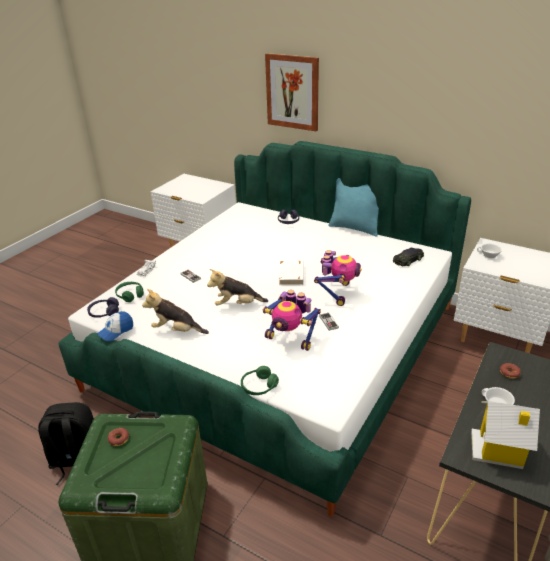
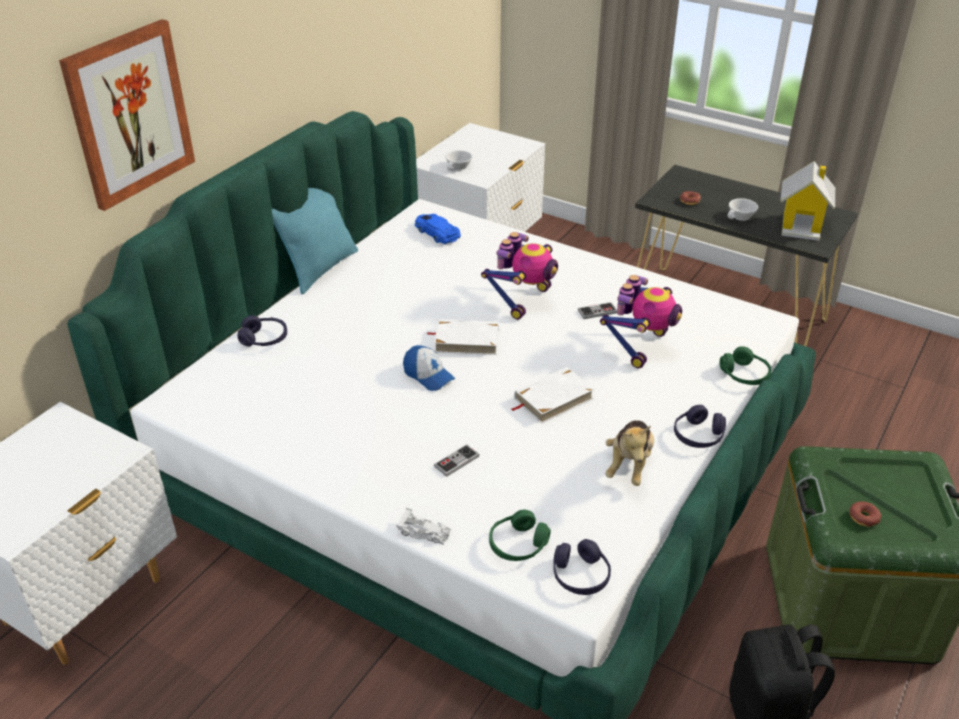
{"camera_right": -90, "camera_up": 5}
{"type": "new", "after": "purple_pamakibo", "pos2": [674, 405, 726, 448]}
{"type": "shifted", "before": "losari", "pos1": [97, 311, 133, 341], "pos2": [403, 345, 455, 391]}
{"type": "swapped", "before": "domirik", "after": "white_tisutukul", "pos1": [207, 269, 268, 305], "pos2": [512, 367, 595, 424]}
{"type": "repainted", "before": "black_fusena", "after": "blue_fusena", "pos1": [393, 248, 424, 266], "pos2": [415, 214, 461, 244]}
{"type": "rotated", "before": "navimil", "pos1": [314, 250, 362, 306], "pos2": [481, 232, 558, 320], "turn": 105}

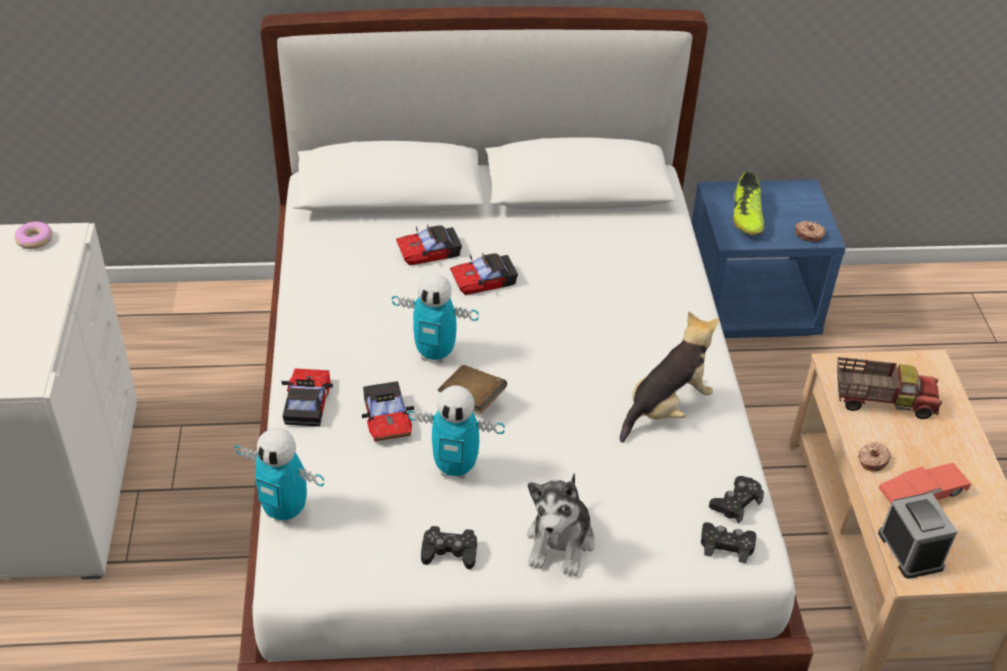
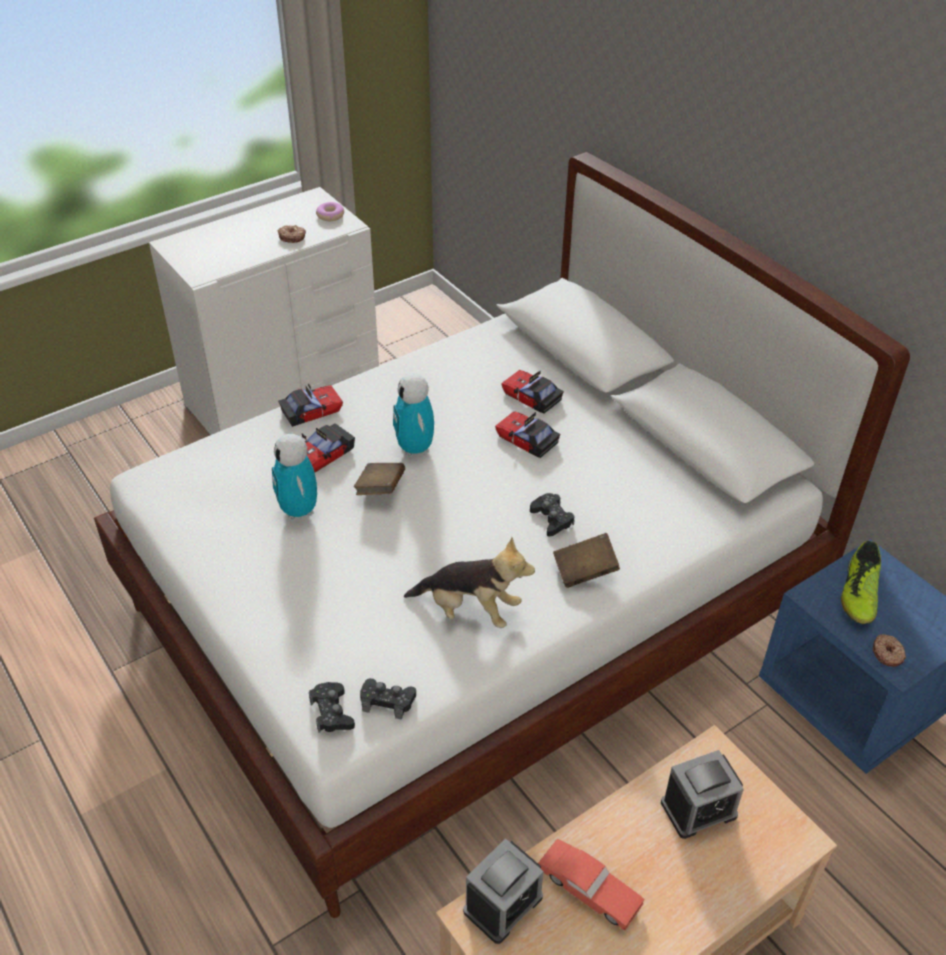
{"camera_right": 60, "camera_up": 0}
{"type": "gone", "before": "navimil", "pos1": [234, 428, 324, 524]}
{"type": "gone", "before": "domirik", "pos1": [527, 473, 595, 576]}
{"type": "new", "after": "brown_tisutukul", "pos2": [553, 533, 620, 588]}
{"type": "shifted", "before": "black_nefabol", "pos1": [421, 526, 477, 569], "pos2": [530, 493, 574, 537]}
{"type": "shifted", "before": "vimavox", "pos1": [858, 442, 891, 472], "pos2": [277, 225, 306, 243]}
{"type": "swapped", "before": "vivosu", "after": "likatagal", "pos1": [837, 357, 942, 419], "pos2": [661, 750, 744, 839]}
{"type": "rotated", "before": "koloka", "pos1": [733, 171, 764, 235], "pos2": [841, 541, 881, 624], "turn": -45}

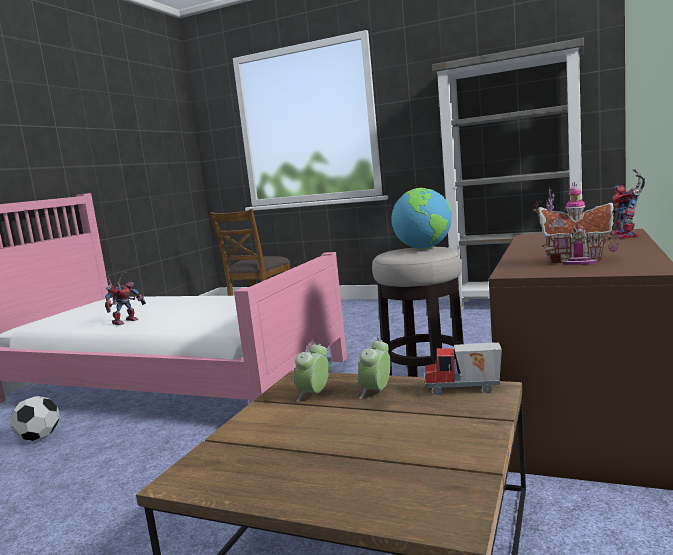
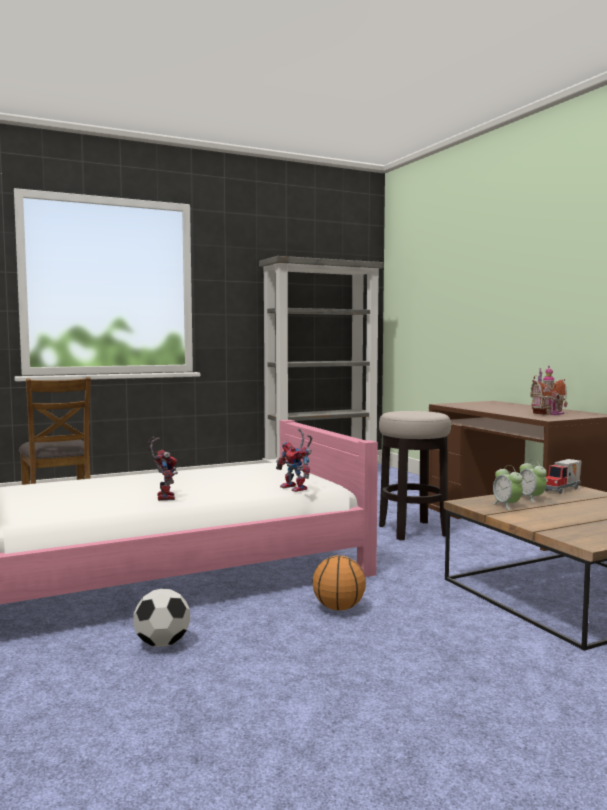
{"camera_right": -50, "camera_up": -5}
{"type": "gone", "before": "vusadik", "pos1": [391, 188, 452, 249]}
{"type": "new", "after": "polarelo", "pos2": [313, 555, 366, 611]}
{"type": "shifted", "before": "navimil", "pos1": [611, 169, 645, 239], "pos2": [276, 428, 312, 492]}

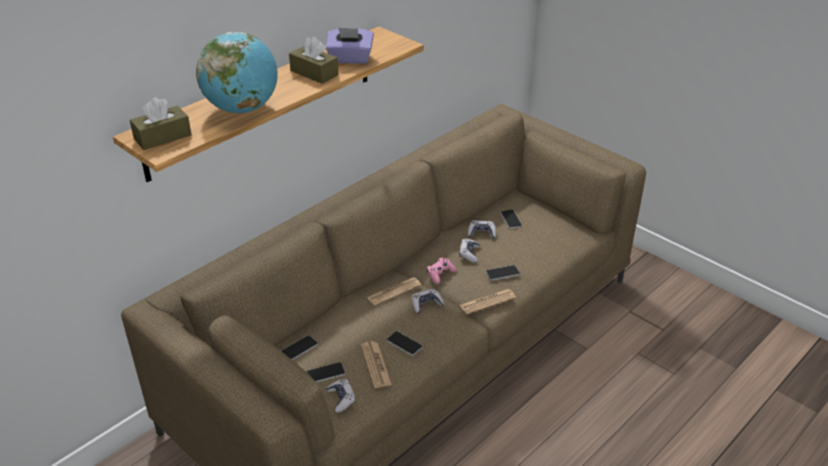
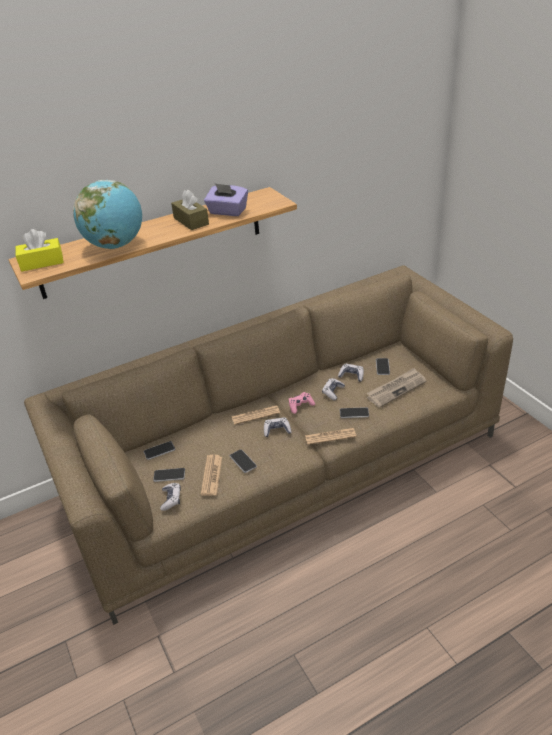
{"camera_right": 20, "camera_up": 0}
{"type": "new", "after": "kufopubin", "pos2": [367, 368, 426, 408]}
{"type": "repainted", "before": "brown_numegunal", "after": "yellow_numegunal", "pos1": [130, 97, 192, 150], "pos2": [16, 229, 64, 272]}

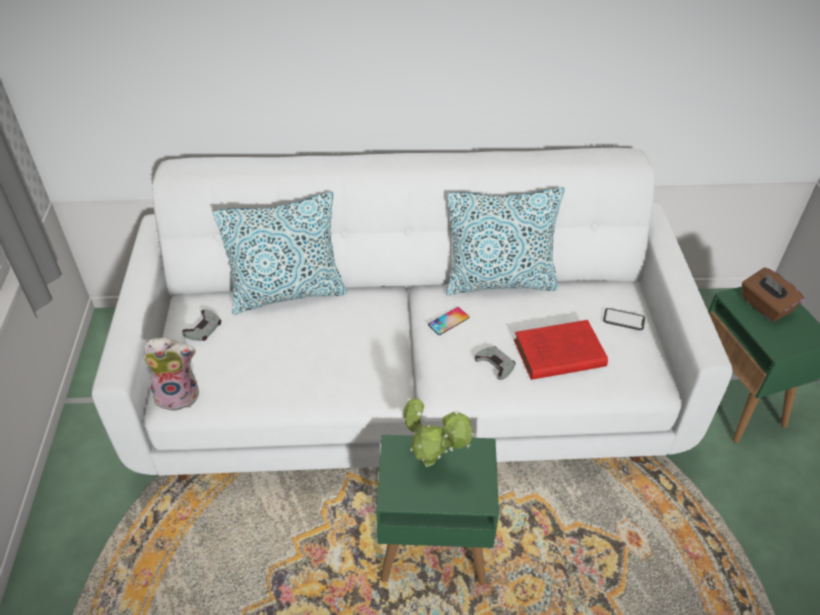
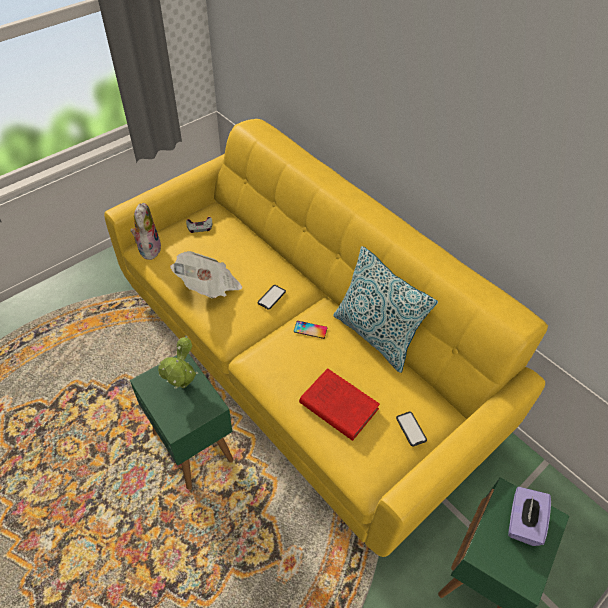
{"camera_right": 50, "camera_up": 5}
{"type": "gone", "before": "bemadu", "pos1": [213, 191, 347, 315]}
{"type": "gone", "before": "grey_nefabol", "pos1": [475, 346, 516, 380]}
{"type": "new", "after": "kufopubin", "pos2": [170, 251, 242, 298]}
{"type": "new", "after": "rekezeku", "pos2": [258, 285, 286, 310]}
{"type": "repainted", "before": "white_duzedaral", "after": "yellow_duzedaral", "pos1": [92, 148, 733, 480], "pos2": [104, 119, 548, 557]}
{"type": "repainted", "before": "brown_numegunal", "after": "purple_numegunal", "pos1": [742, 267, 804, 322], "pos2": [508, 487, 551, 546]}
{"type": "rotated", "before": "domirik", "pos1": [142, 337, 199, 411], "pos2": [130, 203, 161, 260], "turn": -135}

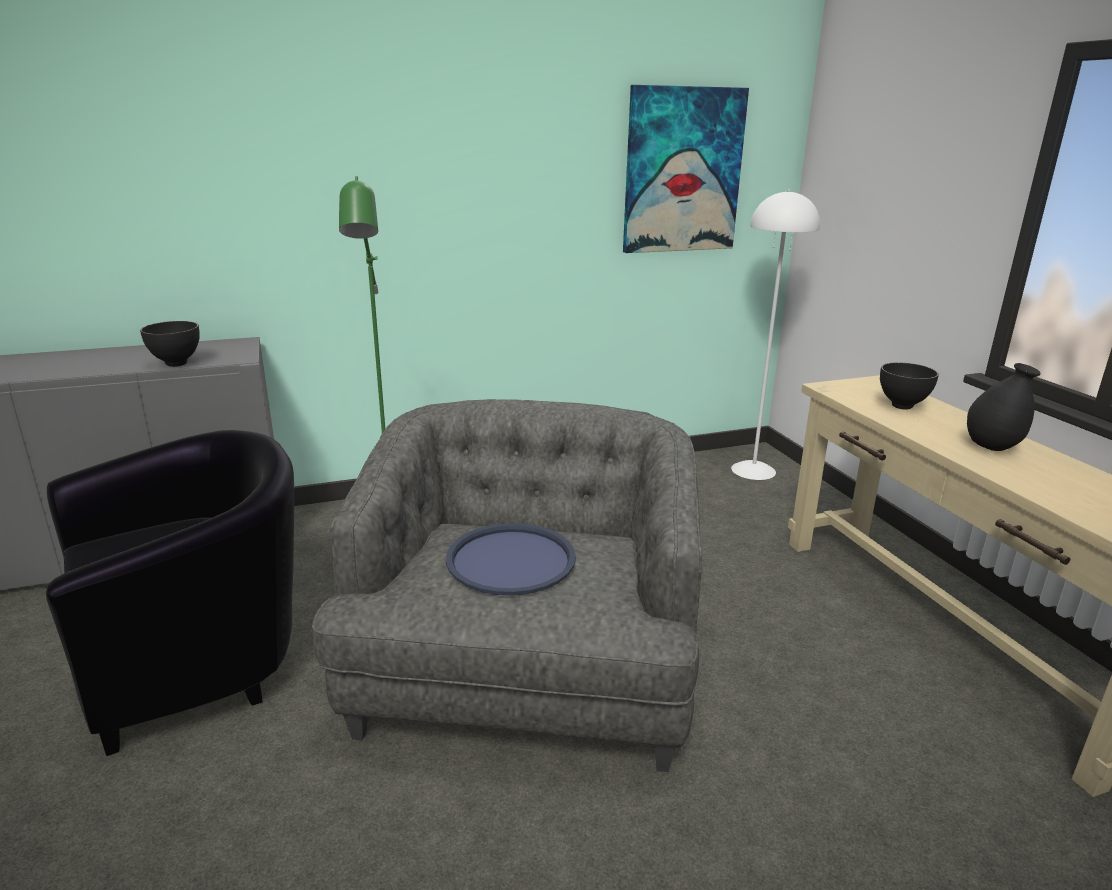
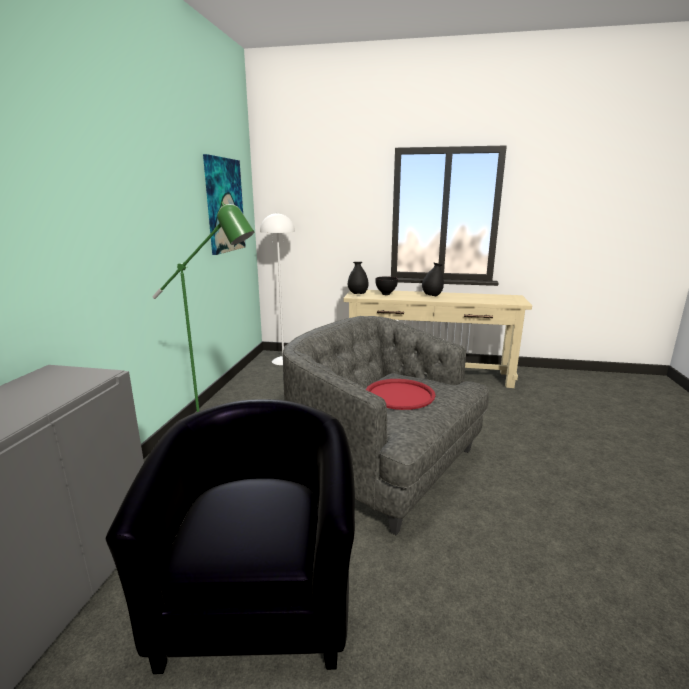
{"camera_right": -60, "camera_up": -5}
{"type": "gone", "before": "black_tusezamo", "pos1": [140, 321, 200, 367]}
{"type": "new", "after": "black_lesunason", "pos2": [348, 262, 368, 294]}
{"type": "repainted", "before": "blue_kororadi", "after": "red_kororadi", "pos1": [446, 523, 576, 595], "pos2": [366, 379, 436, 410]}

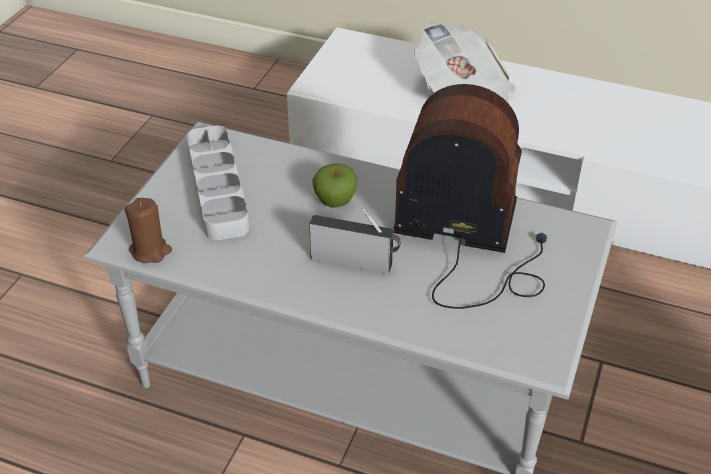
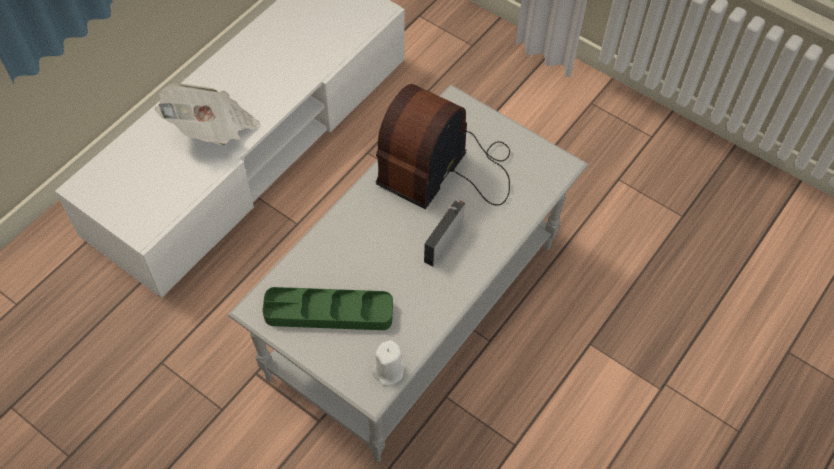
{"camera_right": -75, "camera_up": 15}
{"type": "gone", "before": "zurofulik", "pos1": [313, 163, 357, 207]}
{"type": "repainted", "before": "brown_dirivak", "after": "white_dirivak", "pos1": [124, 198, 172, 263], "pos2": [372, 340, 405, 386]}
{"type": "repainted", "before": "grey_kororadi", "after": "green_kororadi", "pos1": [187, 126, 249, 240], "pos2": [262, 287, 393, 330]}

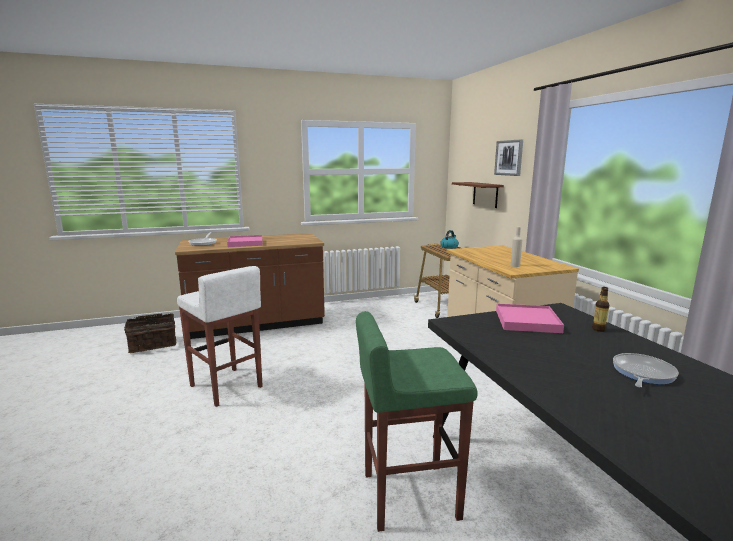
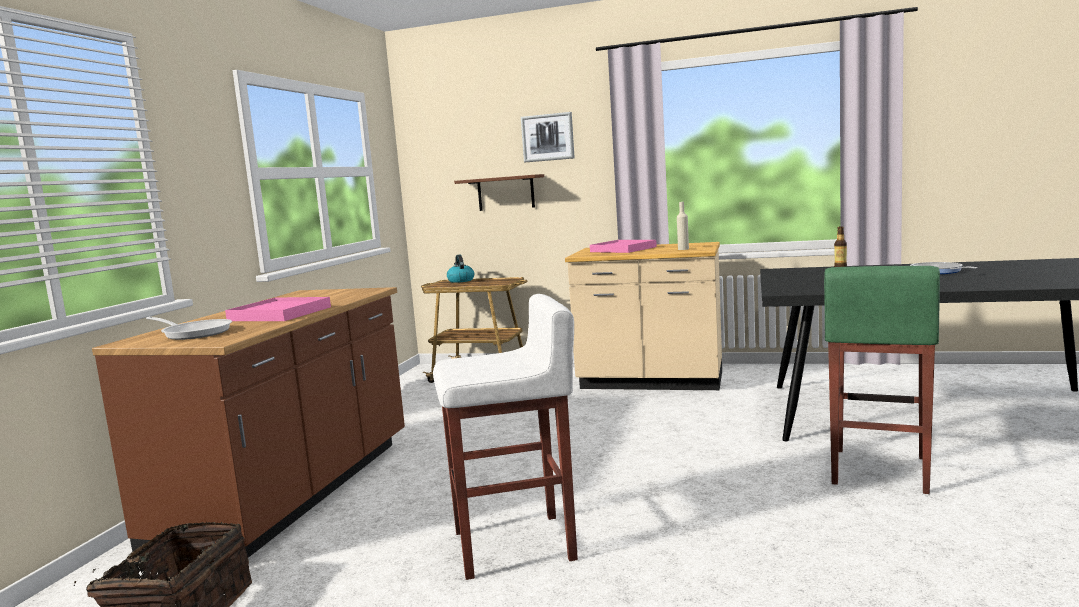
{"camera_right": -55, "camera_up": -5}
{"type": "shifted", "before": "pink_kororadi", "pos1": [496, 304, 564, 333], "pos2": [590, 240, 657, 253]}

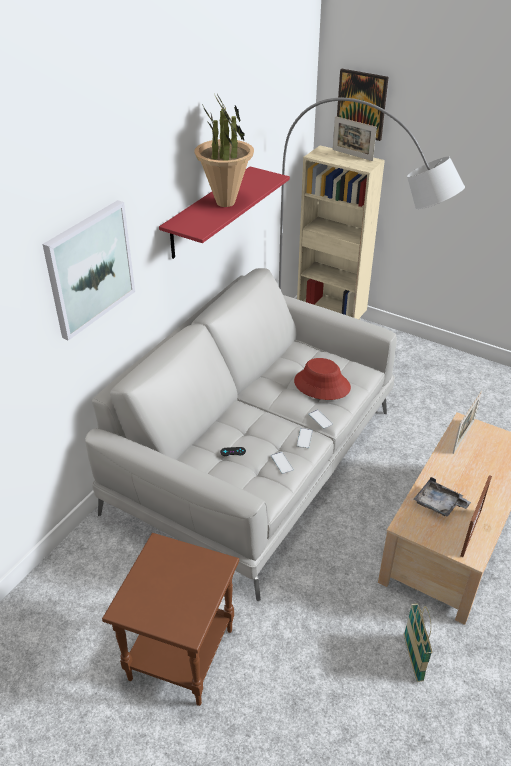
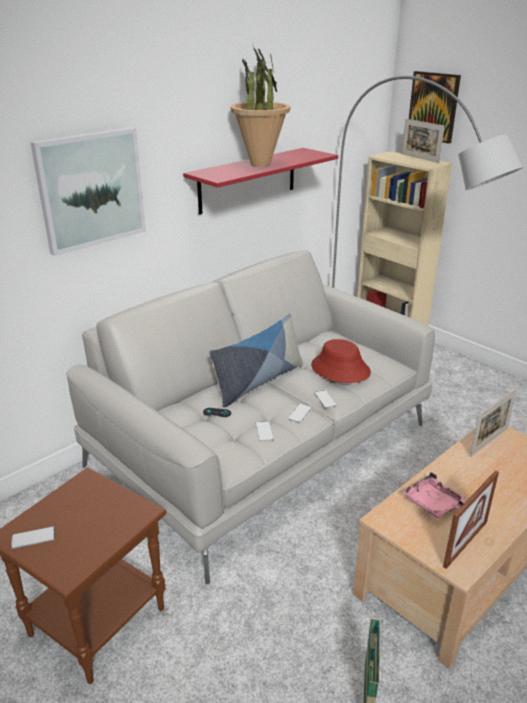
{"camera_right": 15, "camera_up": -10}
{"type": "new", "after": "rekezeku", "pos2": [11, 526, 55, 549]}
{"type": "new", "after": "bemadu", "pos2": [209, 313, 303, 408]}
{"type": "repainted", "before": "grey_kororadi", "after": "pink_kororadi", "pos1": [414, 477, 471, 517], "pos2": [402, 472, 466, 518]}

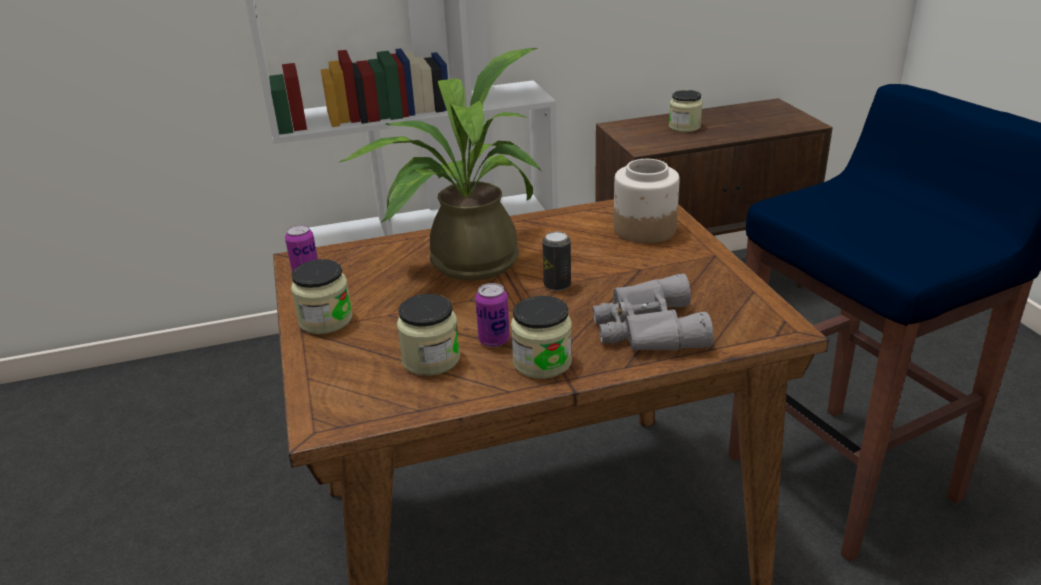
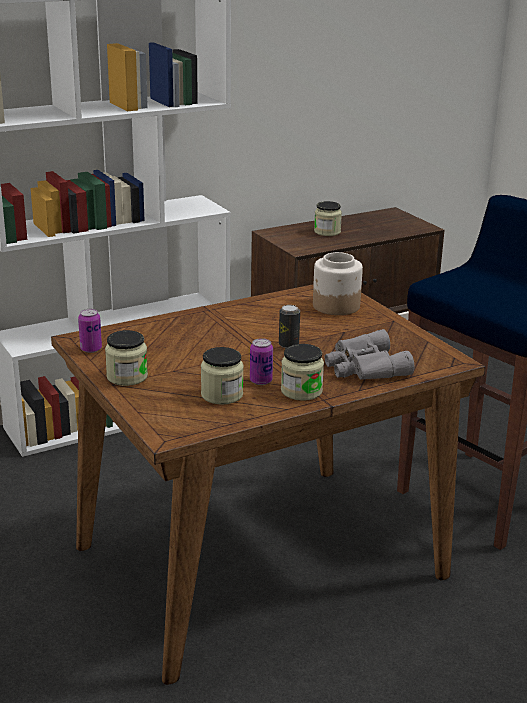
{"camera_right": -15, "camera_up": -5}
{"type": "gone", "before": "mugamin", "pos1": [339, 48, 541, 281]}

